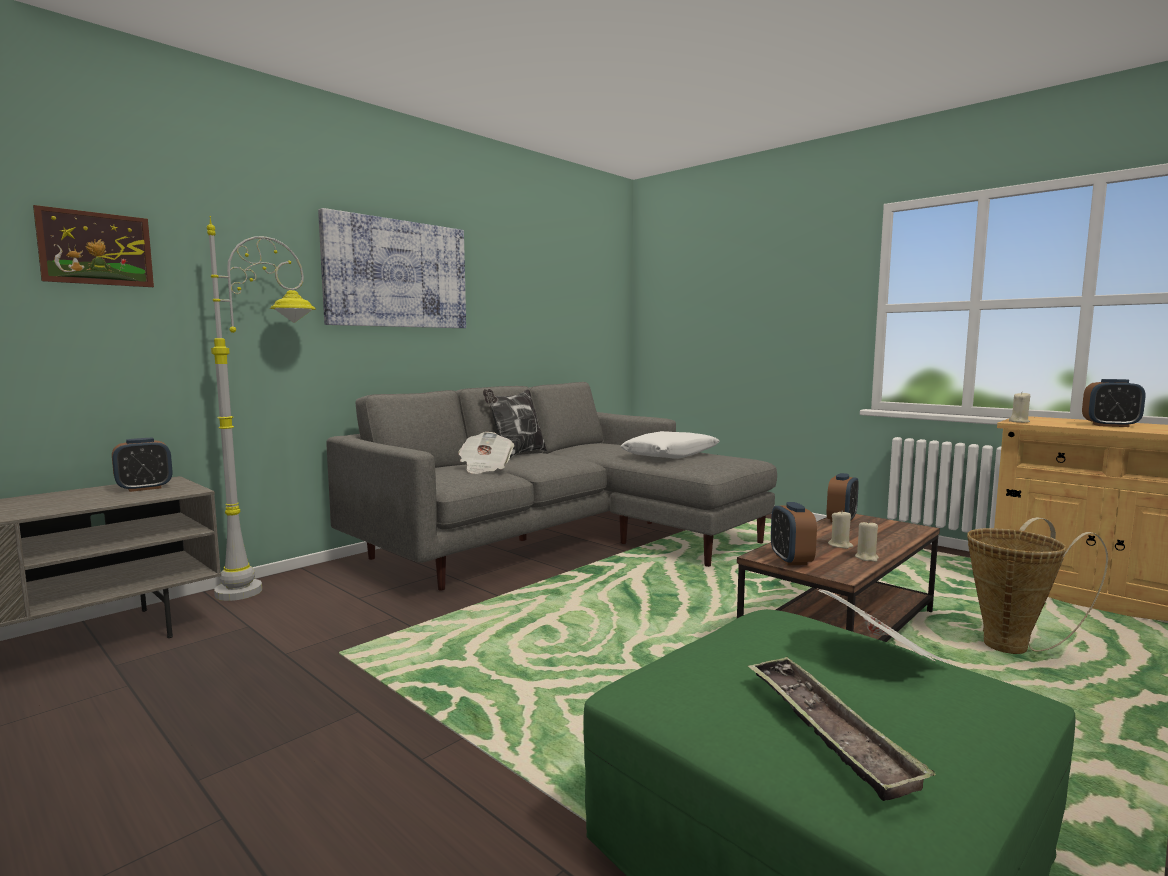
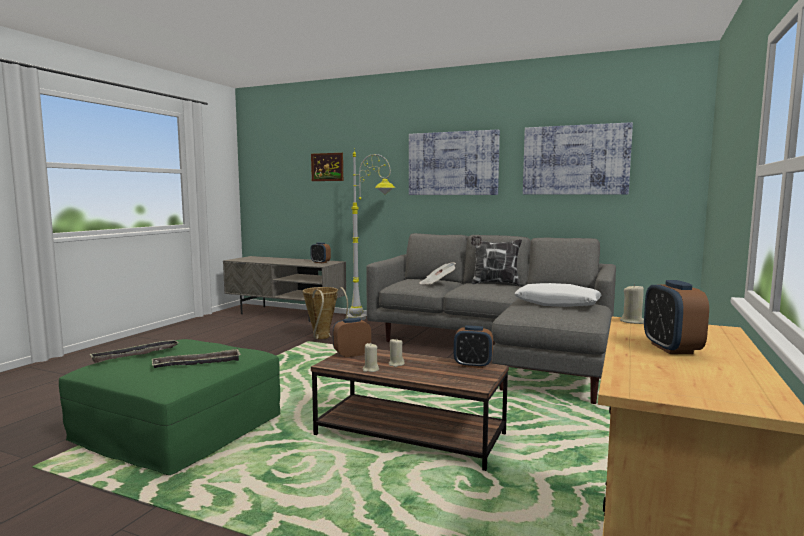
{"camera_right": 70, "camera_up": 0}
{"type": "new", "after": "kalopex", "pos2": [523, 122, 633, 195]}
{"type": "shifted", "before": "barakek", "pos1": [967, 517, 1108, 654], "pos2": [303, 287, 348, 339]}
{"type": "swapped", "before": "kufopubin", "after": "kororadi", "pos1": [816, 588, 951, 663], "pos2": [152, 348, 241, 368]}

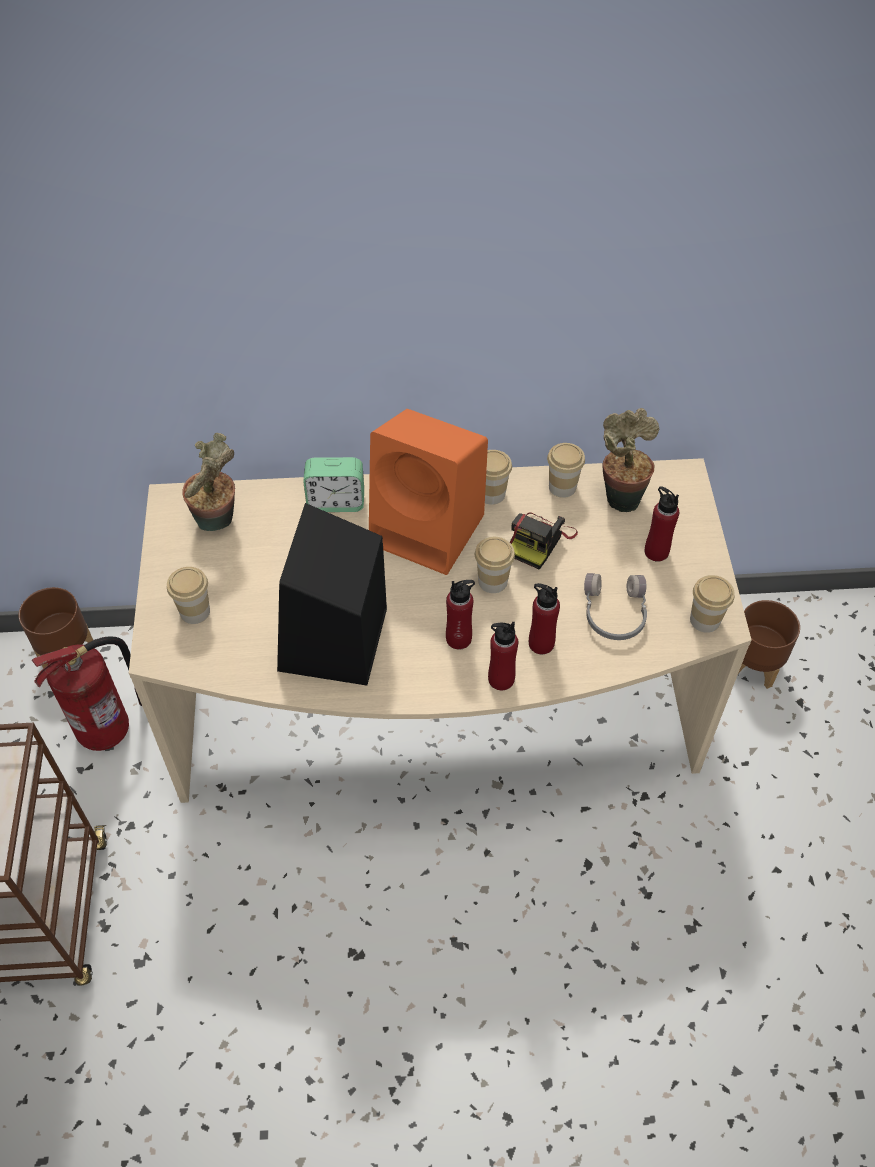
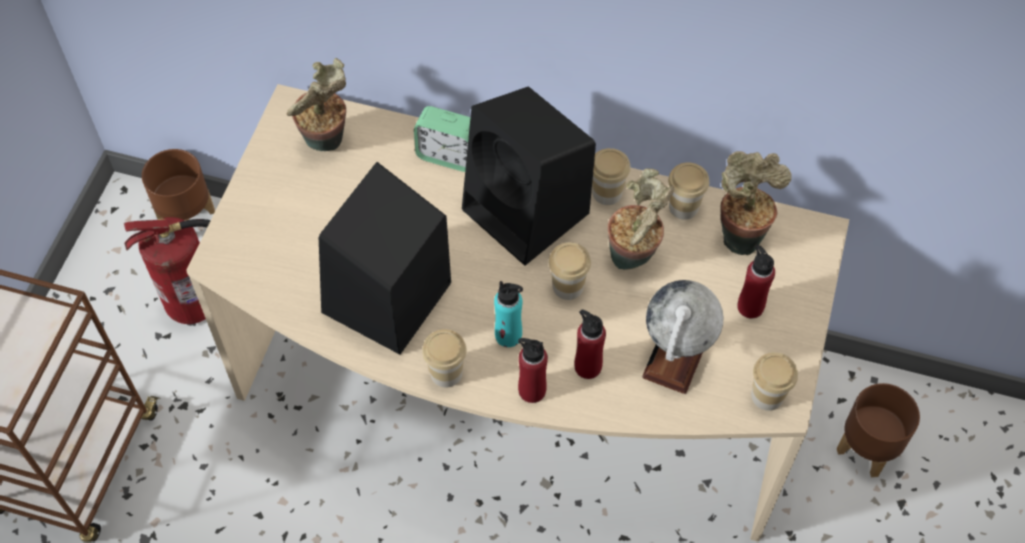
{"camera_right": 20, "camera_up": 5}
{"type": "shifted", "before": "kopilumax", "pos1": [167, 567, 210, 624], "pos2": [422, 329, 467, 387]}
{"type": "swapped", "before": "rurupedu", "after": "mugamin", "pos1": [510, 512, 578, 570], "pos2": [608, 168, 674, 270]}
{"type": "swapped", "before": "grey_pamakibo", "after": "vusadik", "pos1": [584, 573, 647, 640], "pos2": [642, 280, 724, 394]}
{"type": "repainted", "before": "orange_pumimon", "after": "black_pumimon", "pos1": [369, 409, 488, 575], "pos2": [462, 87, 596, 266]}
{"type": "repainted", "before": "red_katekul", "after": "turquoise_katekul", "pos1": [446, 580, 475, 649], "pos2": [494, 281, 523, 347]}

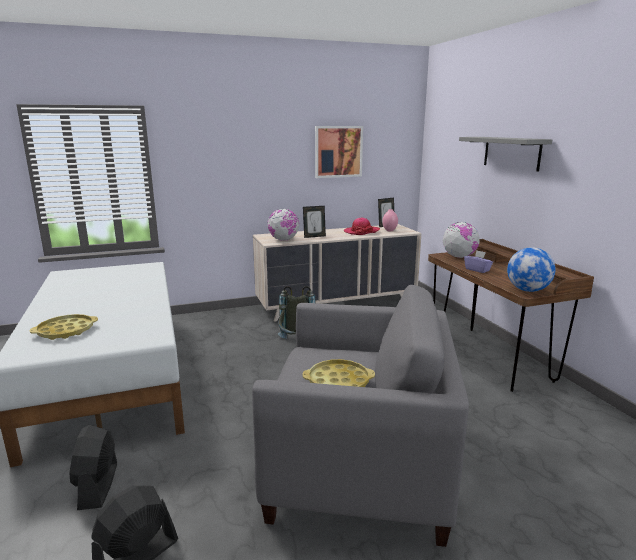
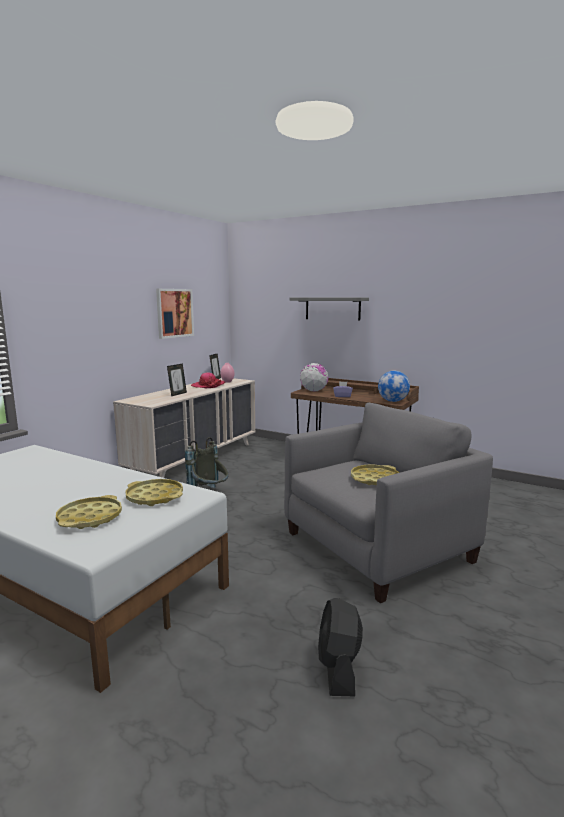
{"camera_right": -40, "camera_up": -5}
{"type": "gone", "before": "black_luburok", "pos1": [69, 425, 117, 510]}
{"type": "gone", "before": "vusadik", "pos1": [268, 209, 299, 241]}
{"type": "new", "after": "yellow_kororadi", "pos2": [125, 479, 183, 506]}

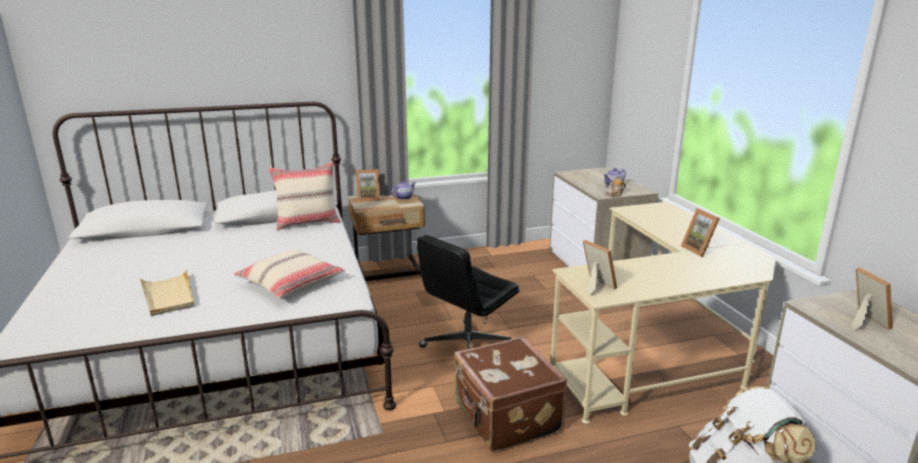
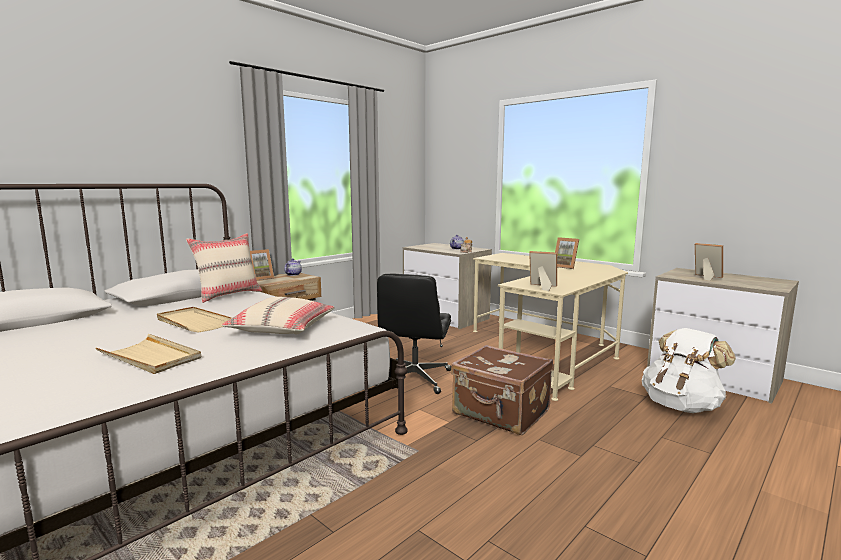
{"camera_right": -30, "camera_up": -10}
{"type": "new", "after": "beige_kororadi", "pos2": [157, 307, 232, 333]}

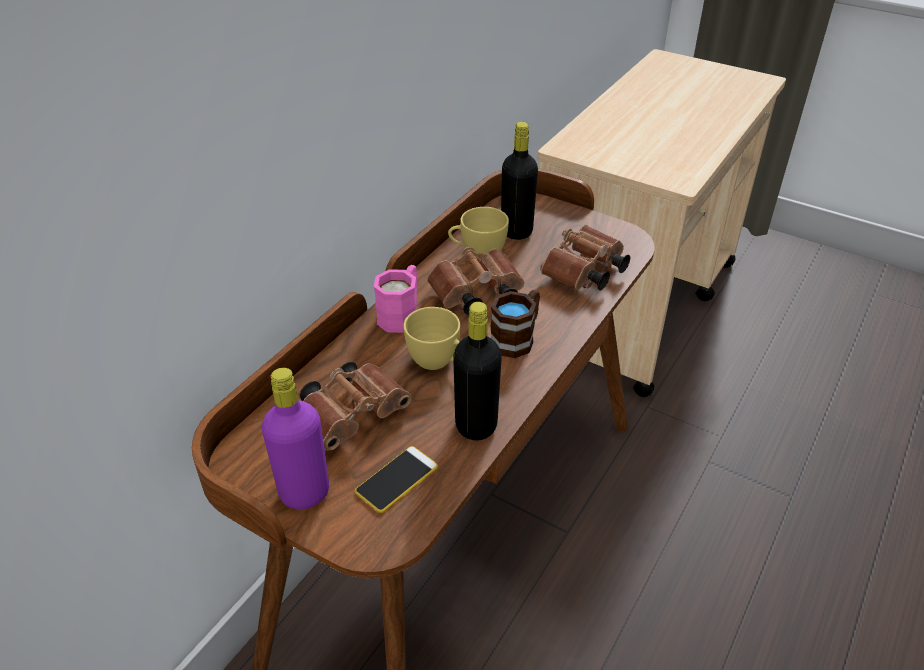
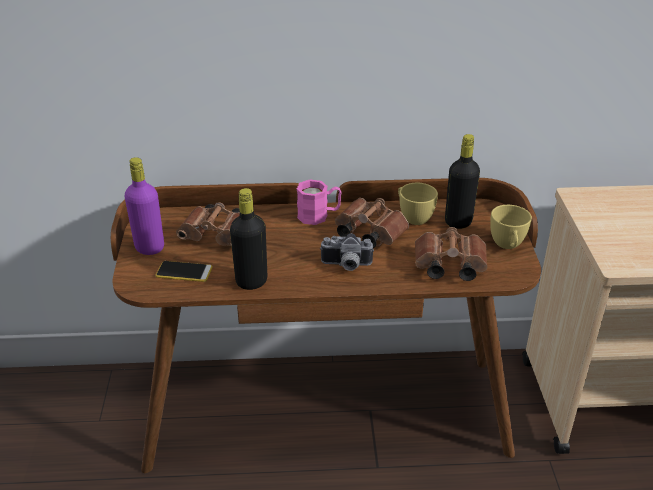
{"camera_right": 55, "camera_up": -5}
{"type": "shifted", "before": "yellow_kopilumax", "pos1": [403, 307, 460, 370], "pos2": [490, 205, 532, 249]}
{"type": "swapped", "before": "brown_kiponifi", "after": "rurupedu", "pos1": [491, 290, 540, 358], "pos2": [320, 233, 374, 271]}

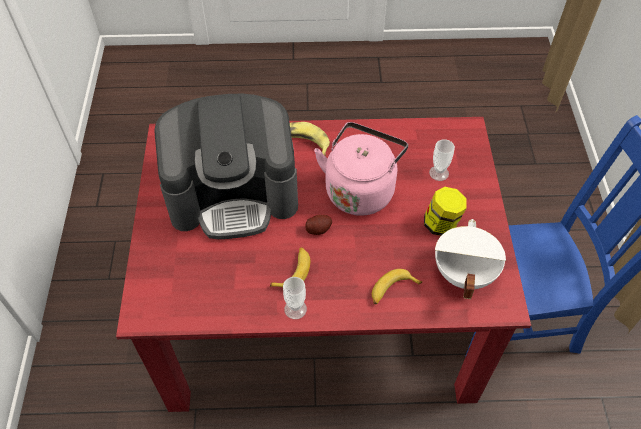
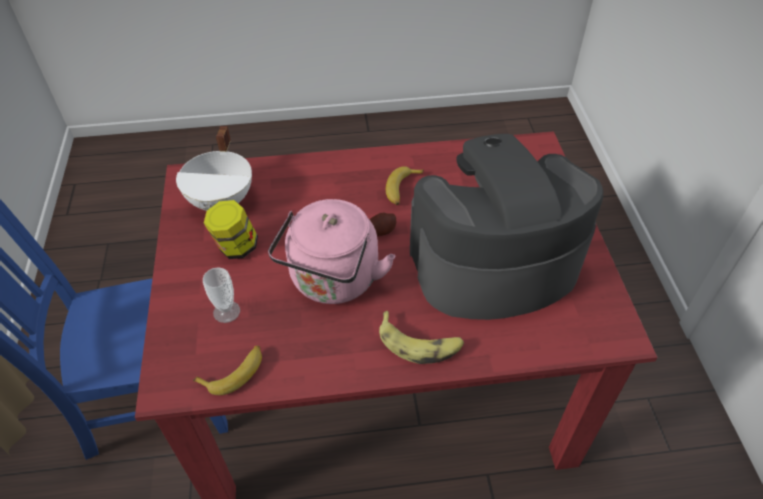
{"camera_right": 175, "camera_up": -5}
{"type": "gone", "before": "kopilumax", "pos1": [283, 277, 307, 319]}
{"type": "shifted", "before": "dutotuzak", "pos1": [372, 269, 422, 304], "pos2": [193, 346, 262, 395]}

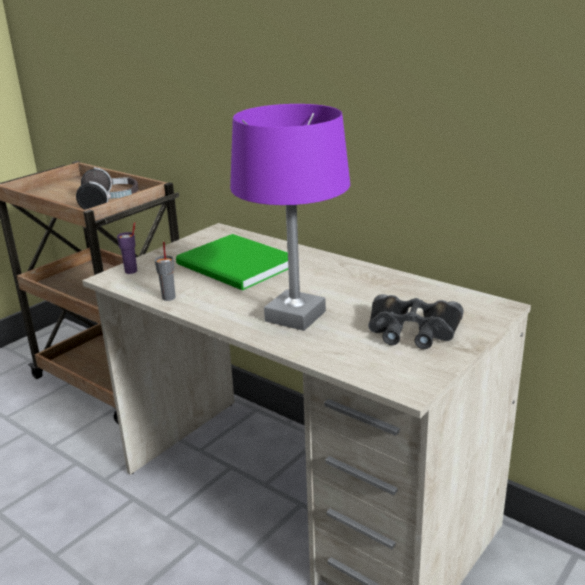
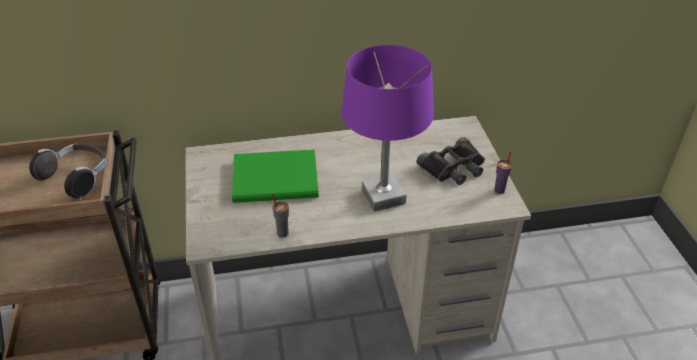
{"camera_right": -50, "camera_up": 15}
{"type": "shifted", "before": "purple_kopilumax", "pos1": [117, 222, 137, 274], "pos2": [494, 151, 512, 194]}

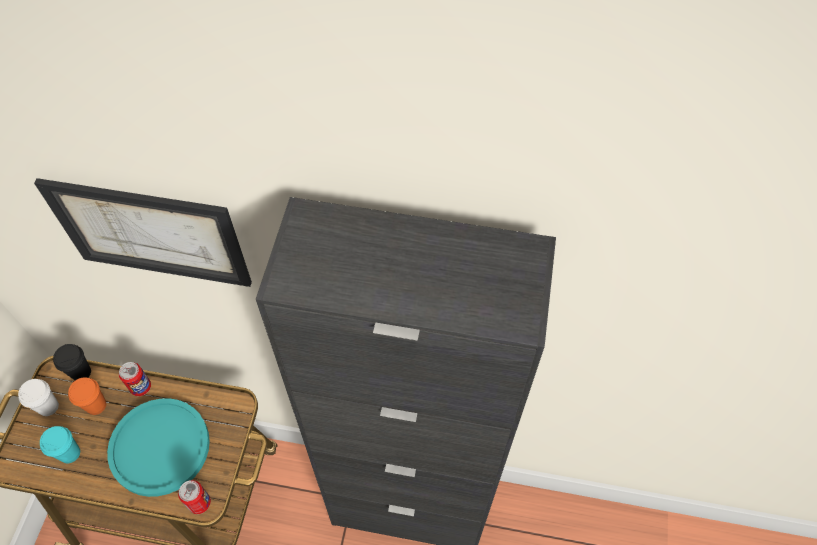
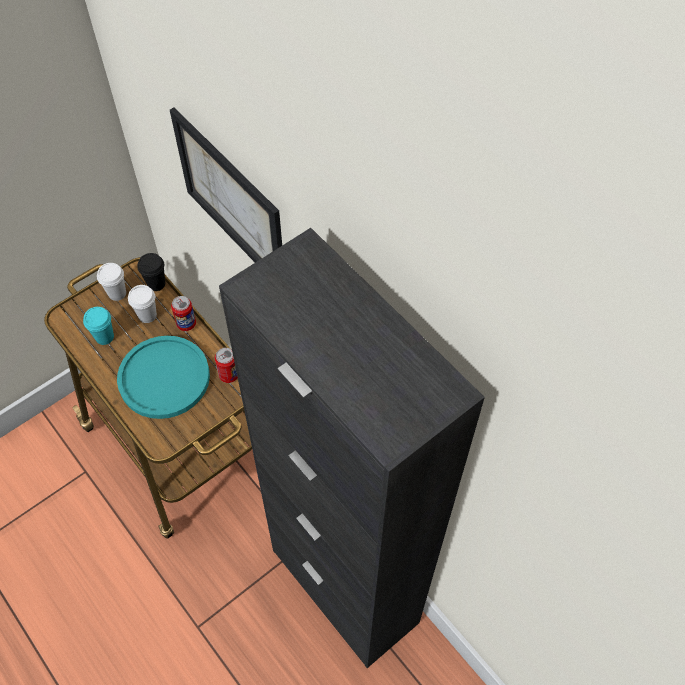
{"camera_right": 40, "camera_up": 0}
{"type": "shifted", "before": "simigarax", "pos1": [178, 480, 211, 514], "pos2": [215, 348, 238, 383]}
{"type": "repainted", "before": "orange_kopilumax", "after": "white_kopilumax", "pos1": [68, 377, 106, 415], "pos2": [128, 285, 157, 323]}

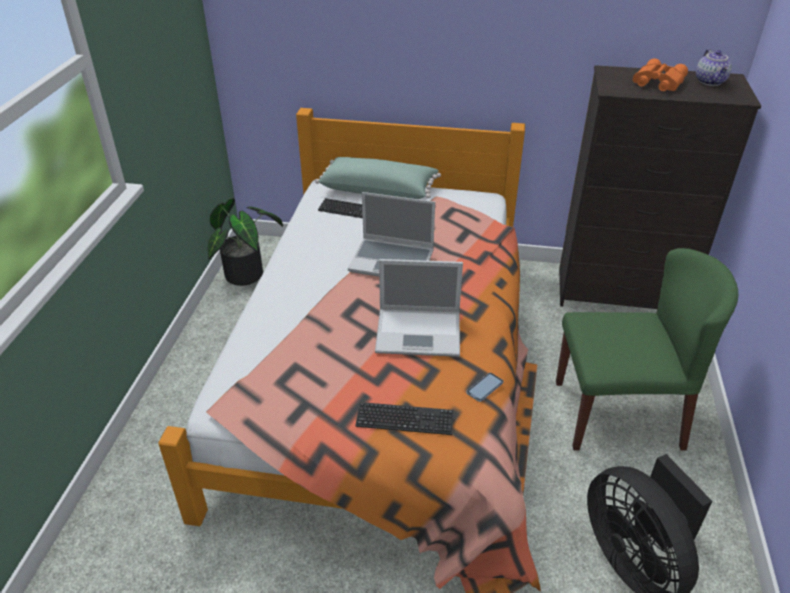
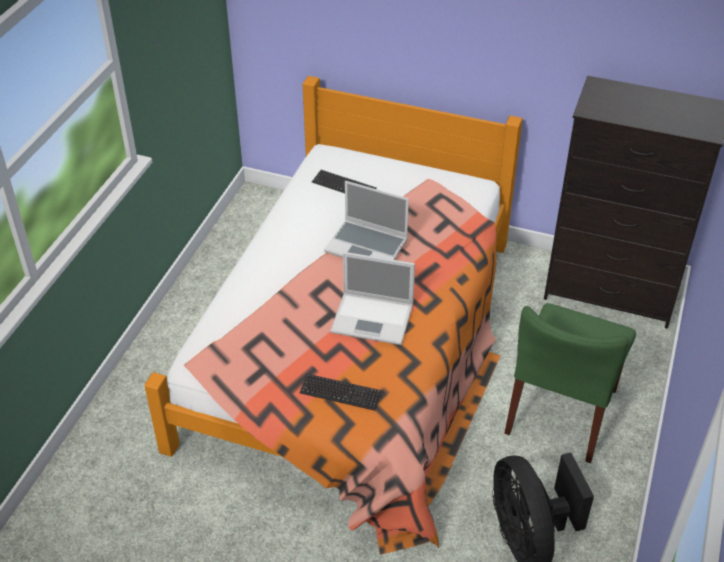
{"camera_right": 10, "camera_up": 5}
{"type": "gone", "before": "mugamin", "pos1": [208, 197, 283, 286]}
{"type": "gone", "before": "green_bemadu", "pos1": [315, 157, 441, 199]}
{"type": "gone", "before": "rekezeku", "pos1": [466, 373, 504, 402]}
{"type": "gone", "before": "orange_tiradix", "pos1": [633, 58, 688, 91]}
{"type": "gone", "before": "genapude", "pos1": [696, 49, 732, 86]}
{"type": "rotated", "before": "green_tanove", "pos1": [556, 248, 738, 451], "pos2": [505, 303, 636, 463], "turn": 105}

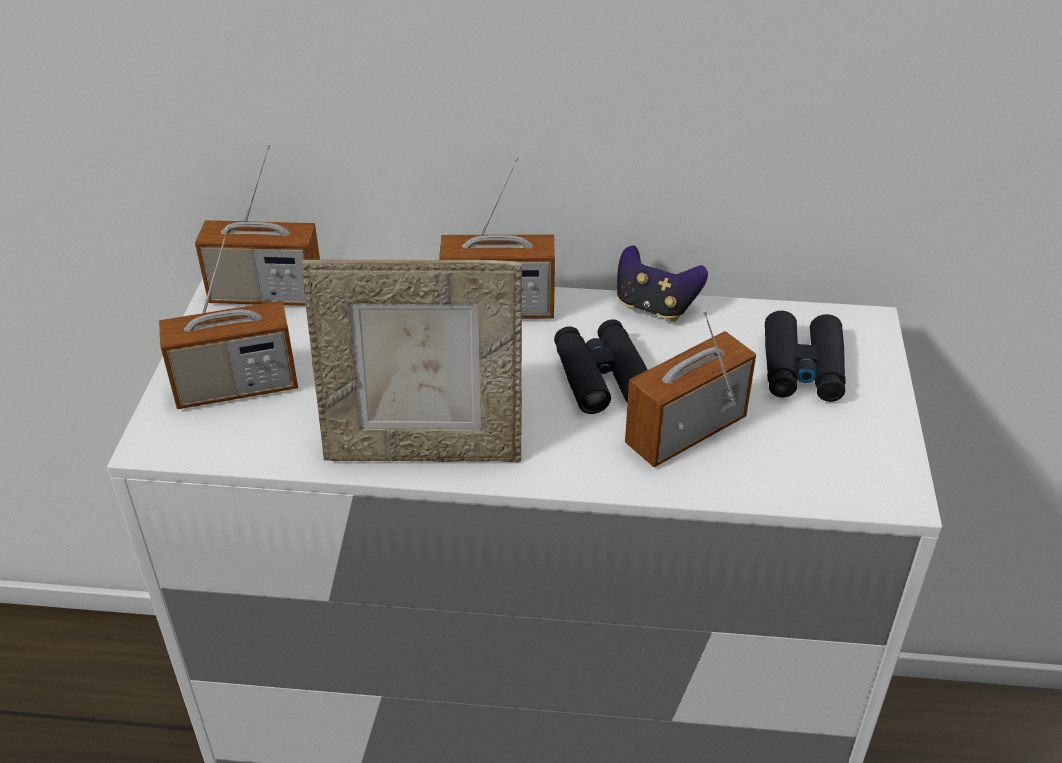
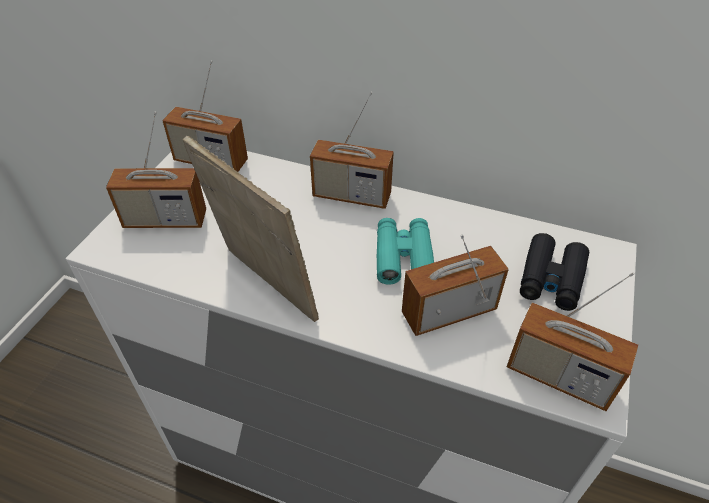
{"camera_right": 15, "camera_up": 5}
{"type": "gone", "before": "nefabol", "pos1": [617, 245, 708, 321]}
{"type": "new", "after": "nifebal", "pos2": [507, 272, 638, 411]}
{"type": "repainted", "before": "black_tiradix", "after": "turquoise_tiradix", "pos1": [554, 319, 648, 414], "pos2": [377, 218, 434, 285]}
{"type": "rotated", "before": "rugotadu", "pos1": [301, 260, 522, 462], "pos2": [183, 136, 319, 322], "turn": -150}

